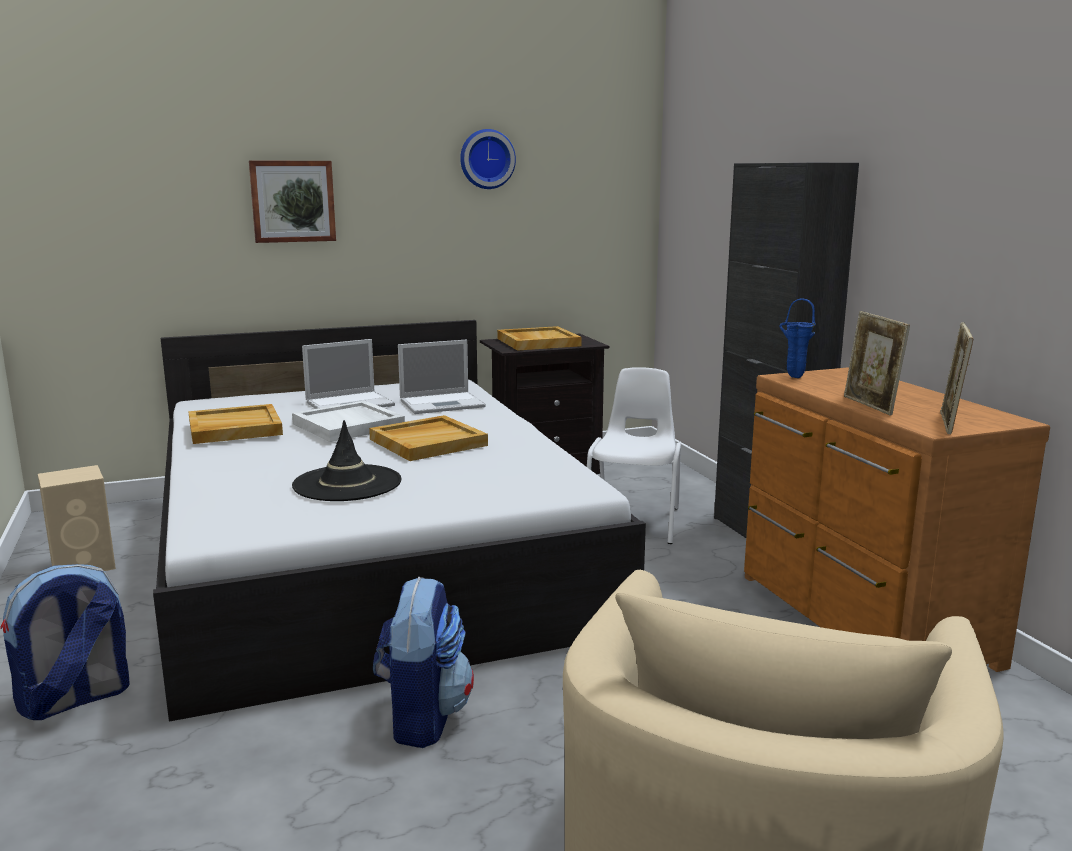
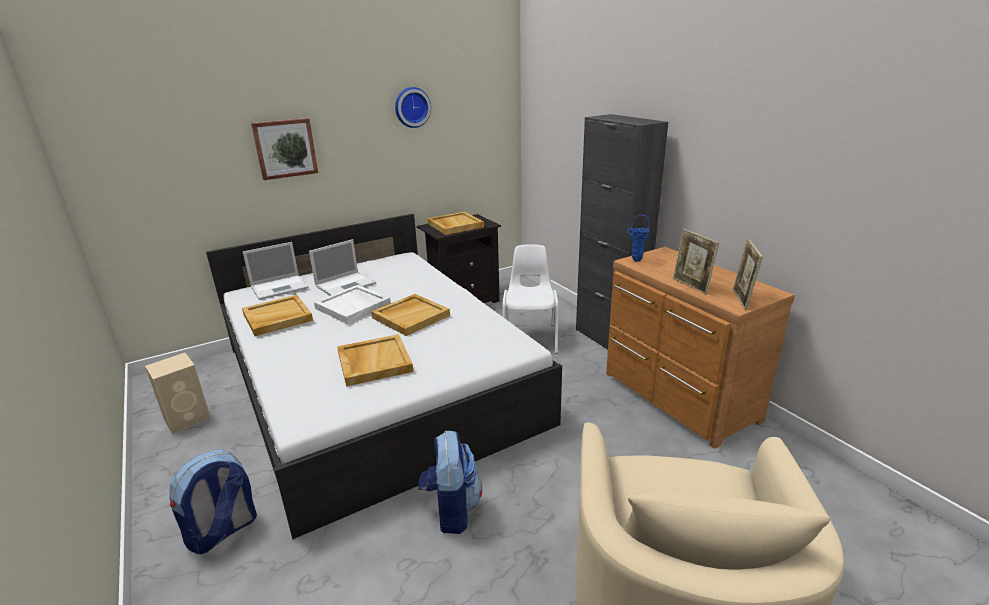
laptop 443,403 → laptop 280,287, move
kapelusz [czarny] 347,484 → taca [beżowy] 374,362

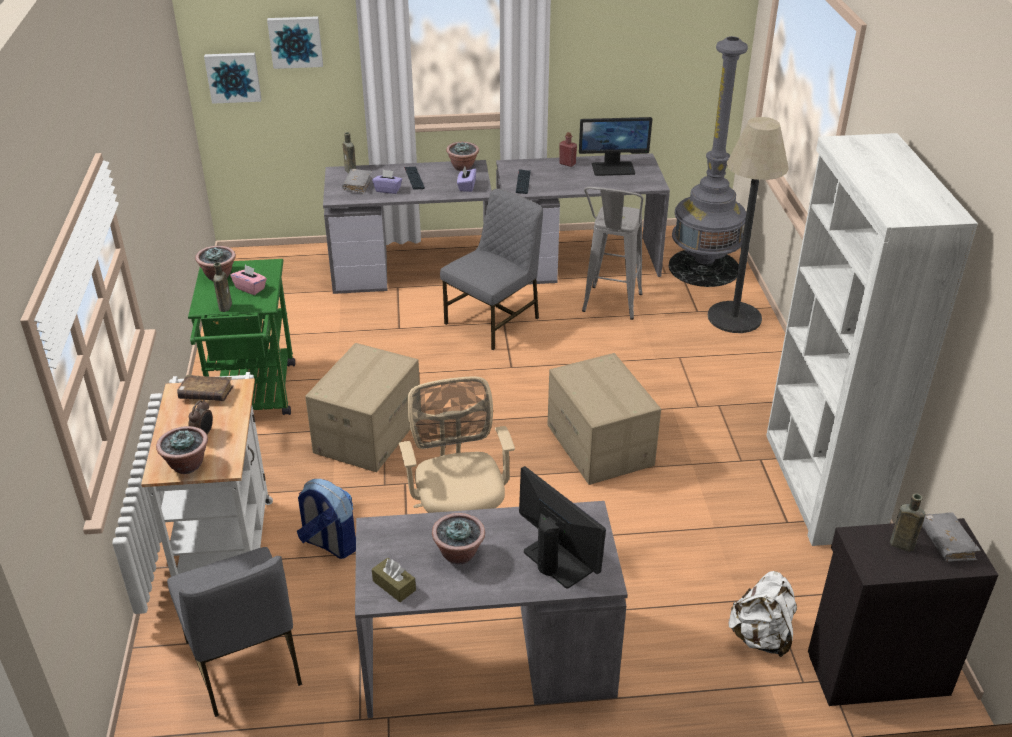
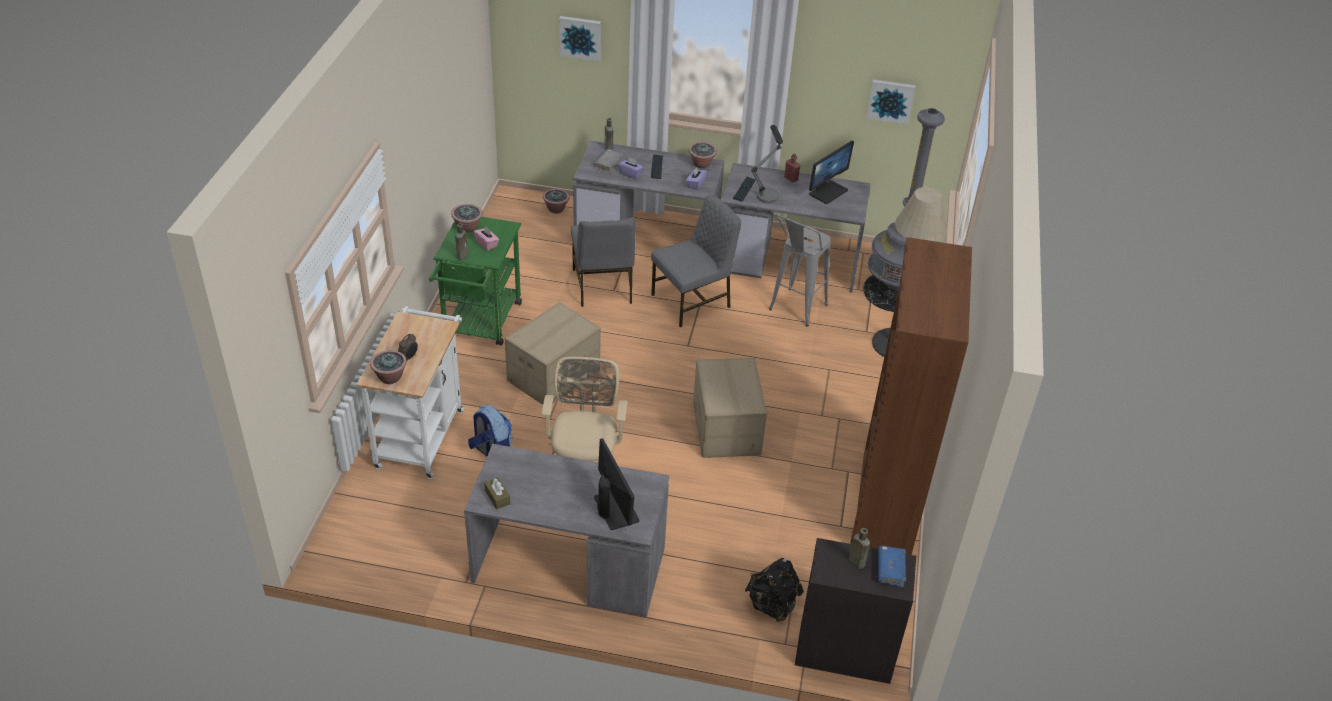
książka [brązowy] 206,394 → -
- → lampa stołowa 767,192
krzesło [szary] 245,663 → krzesło [szary] 603,287, move
obraz 233,77 → obraz 890,100, move
roślina doniczkowa 459,554 → roślina doniczkowa 556,209, move
plecak [biały] 761,637 → plecak [czarny] 772,604
regał [biały] 820,486 → regał [brązowy] 884,505
książka [szary] 946,543 → książka [niebieski] 890,569
monitor 613,168 → monitor 827,191, 60 degrees counterclockwise

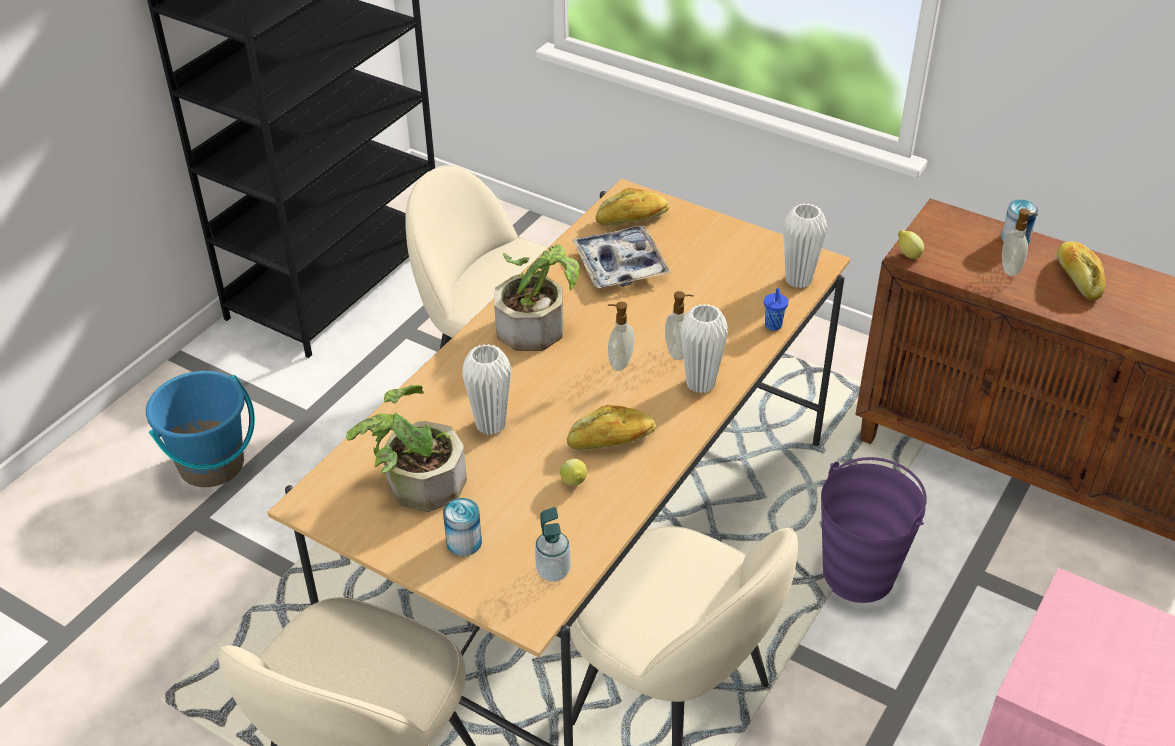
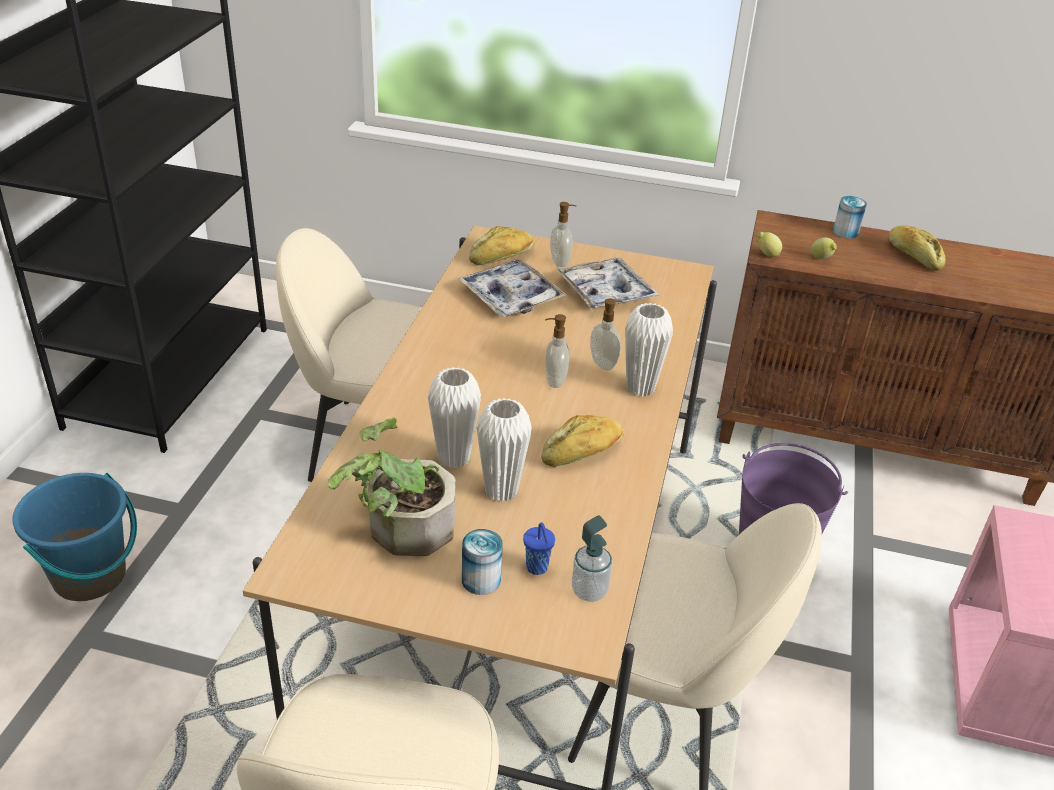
roślina doniczkowa 537,323 → -
- → taca 605,292
cytryna 574,483 → cytryna 821,259, move
filiżanka [niebieski] 773,326 → filiżanka [niebieski] 537,568, move
wazon [biały] 798,280 → wazon [biały] 501,490, move
dozownik mydła 1011,269 → dozownik mydła 561,262, move

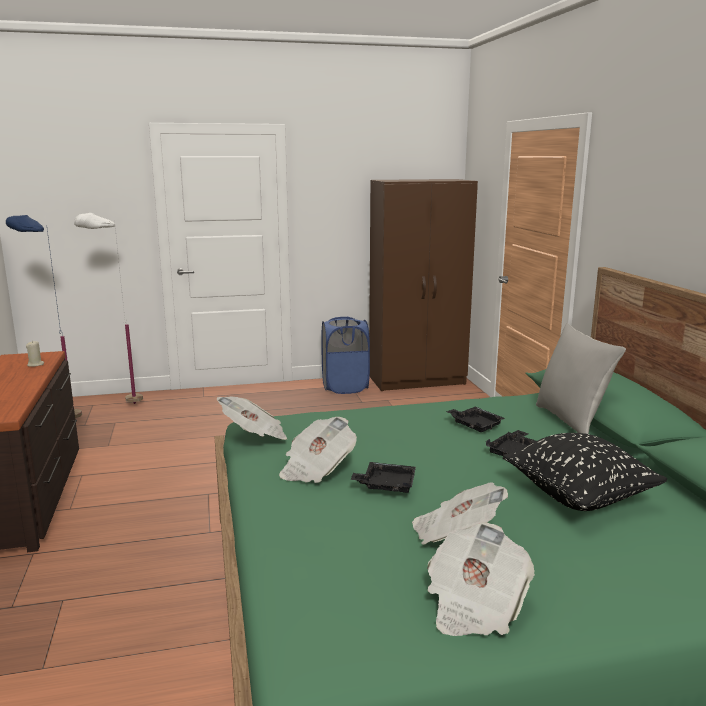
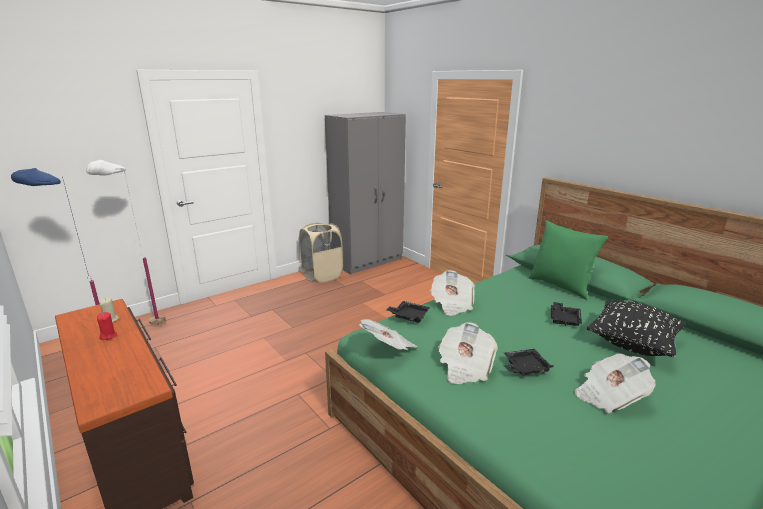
- → świeca [czerwony] 108,336
gazeta 474,605 → gazeta 452,304, move
taca [czarny] 475,425 → taca [czarny] 409,316, move
kosz na pranie [niebieski] 345,387 → kosz na pranie [beżowy] 322,276
szafa [brązowy] 418,380 → szafa [szary] 368,261
poduszka [szary] 571,420 → poduszka [zielony] 560,285

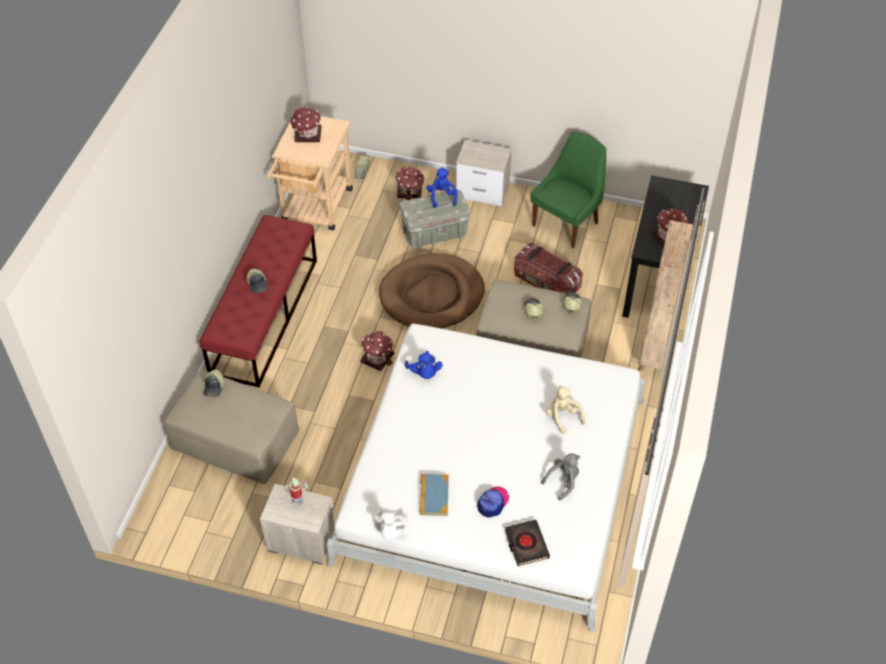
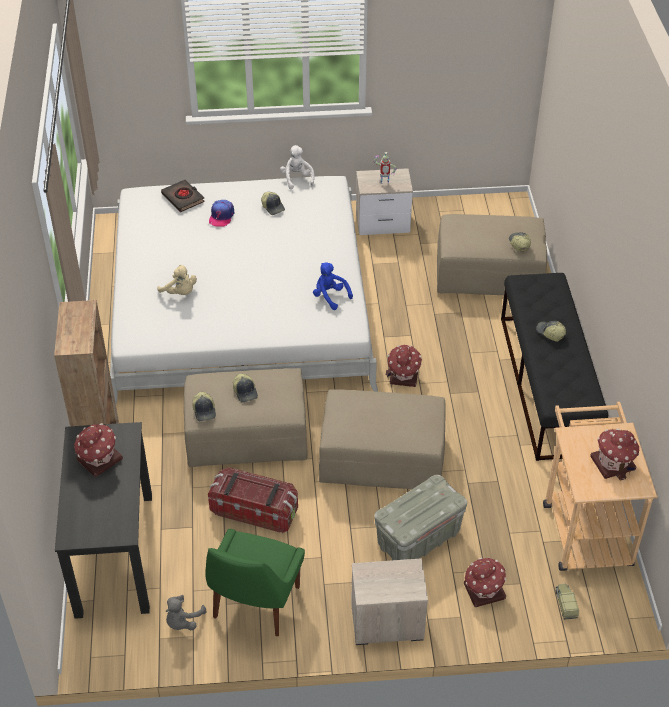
pluszak [niebieski] 442,197 → -
pluszak [szary] 563,481 → pluszak [szary] 183,621, move
legowisko [brązowy] 432,295 → pufa [beżowy] 381,457
książka 434,496 → czapka z daszkiem 273,207
ławka [czerwony] 264,316 → ławka [czarny] 546,385

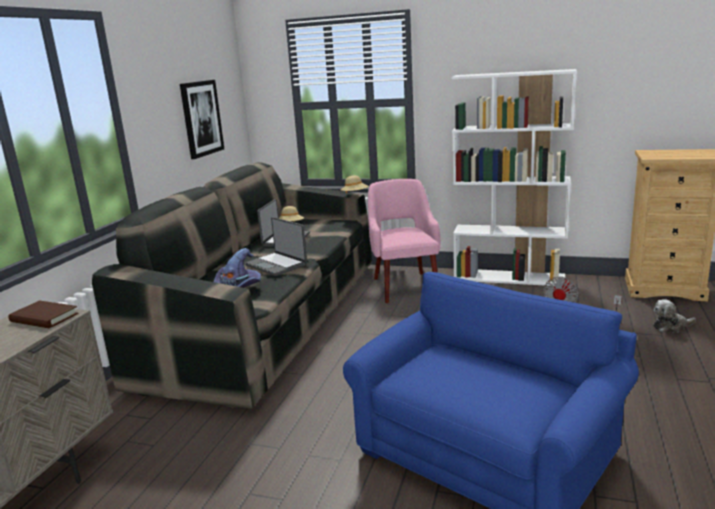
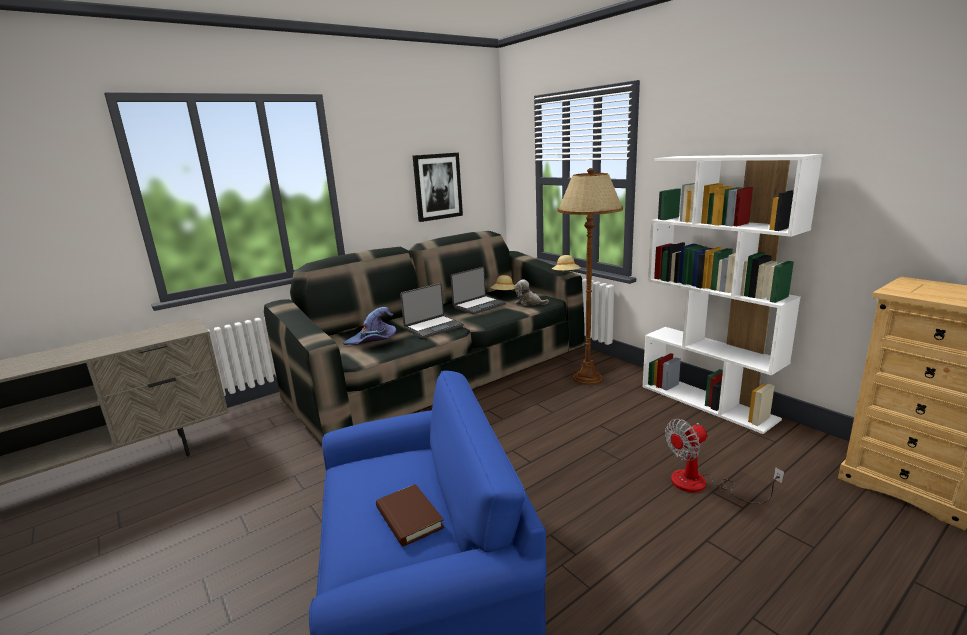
książka [brązowy] 44,318 → książka [brązowy] 409,518, move
pluszak 671,326 → pluszak 529,303, move
fotel [różowy] 405,286 → lampa stojąca [brązowy] 587,378
laptop 277,265 → laptop 433,327, 120 degrees counterclockwise

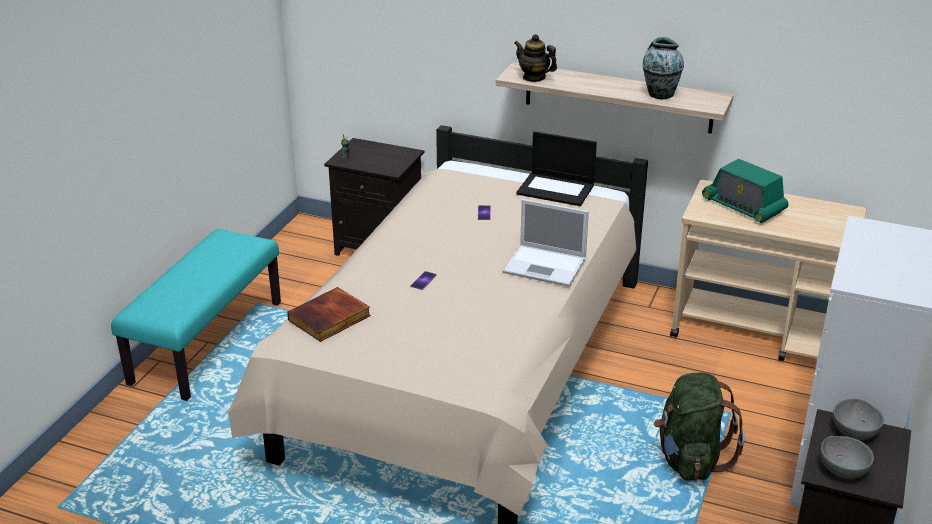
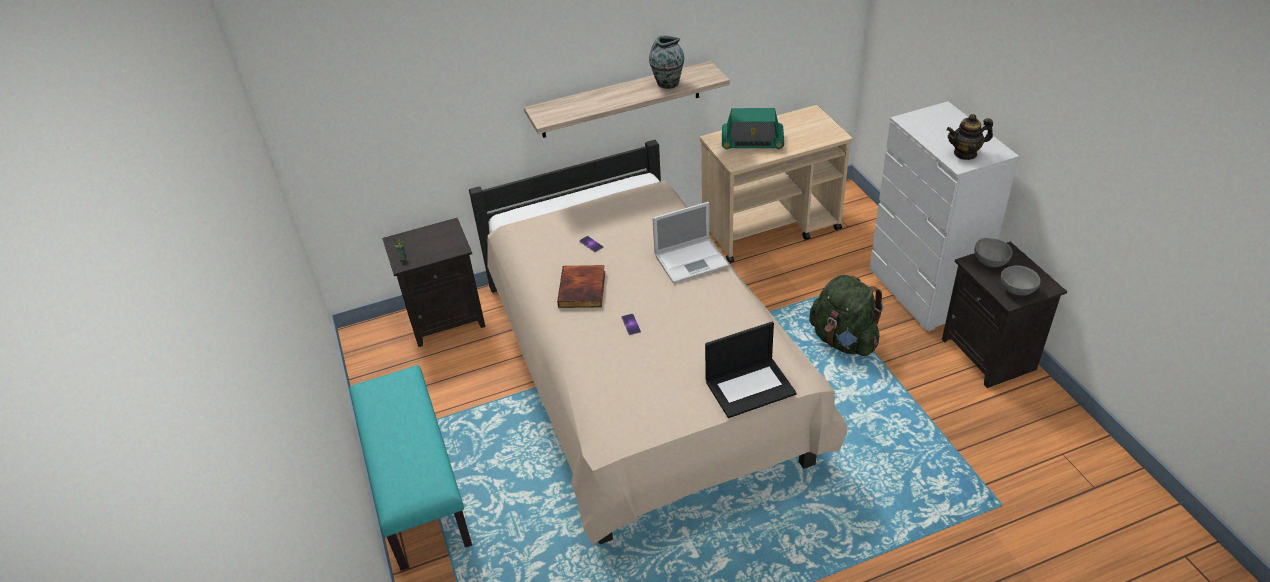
książka 330,319 → książka 583,289, move
imbryk 534,78 → imbryk 965,153, move
laptop 556,189 → laptop 750,386, move

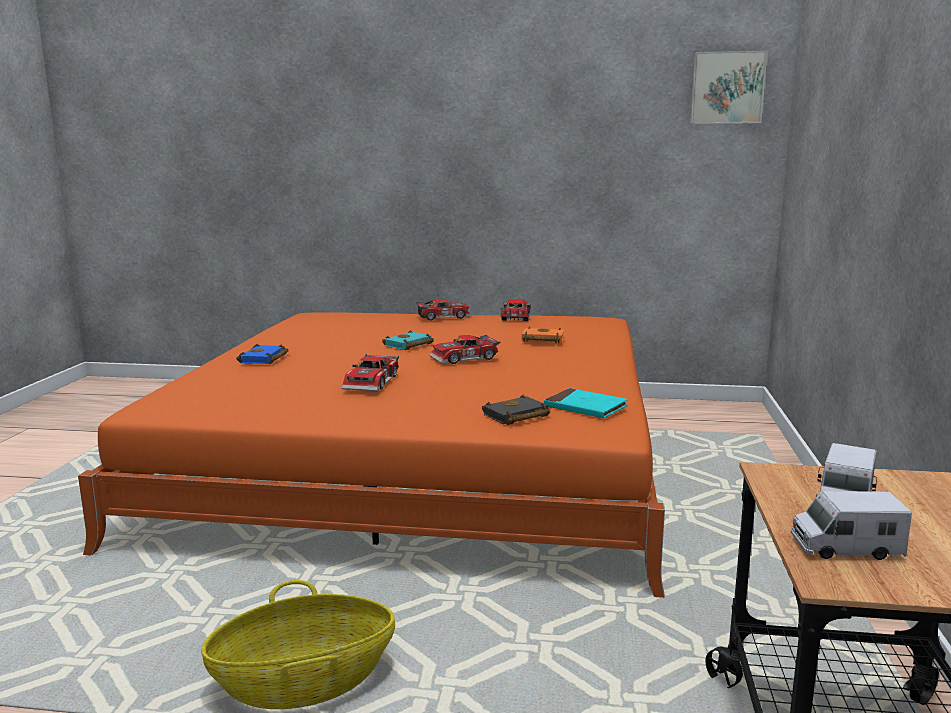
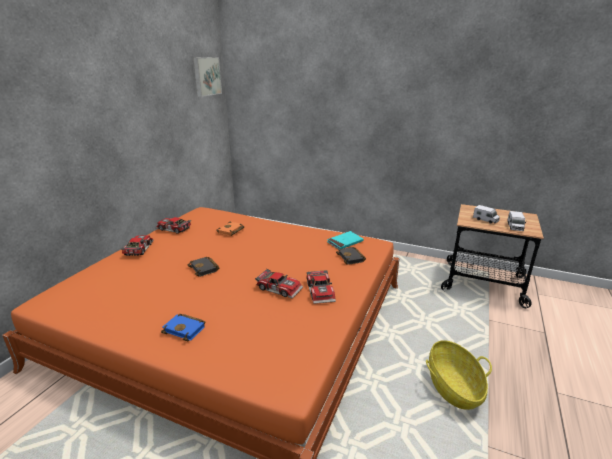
samochodzik 465,358 → samochodzik 321,291, move
książka [turkusowy] 408,345 → książka [czarny] 205,269

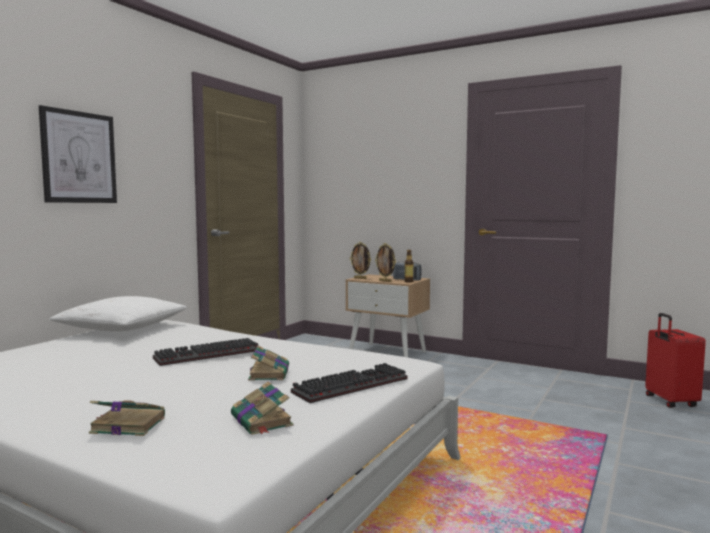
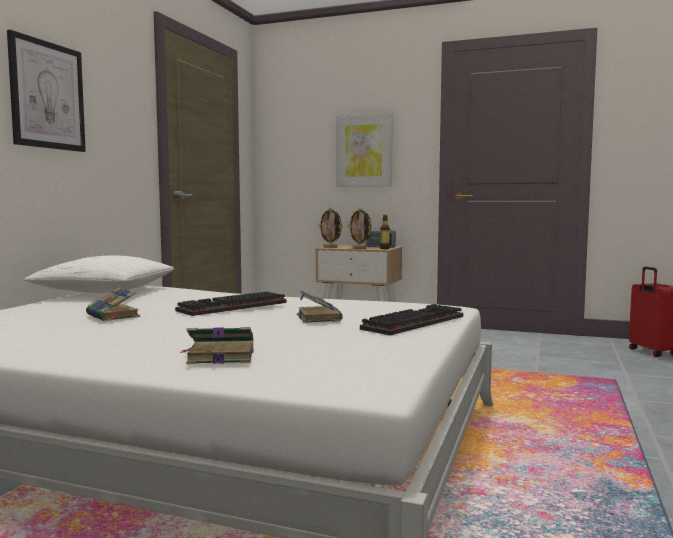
- → obraz 364,151
książka 262,421 → książka 113,316, move

